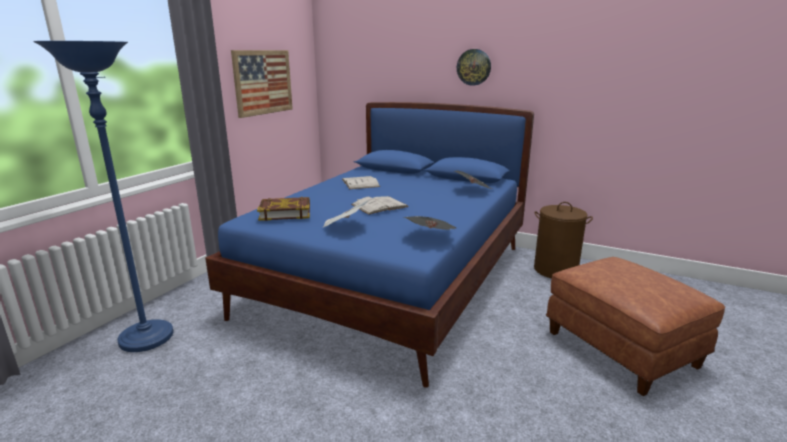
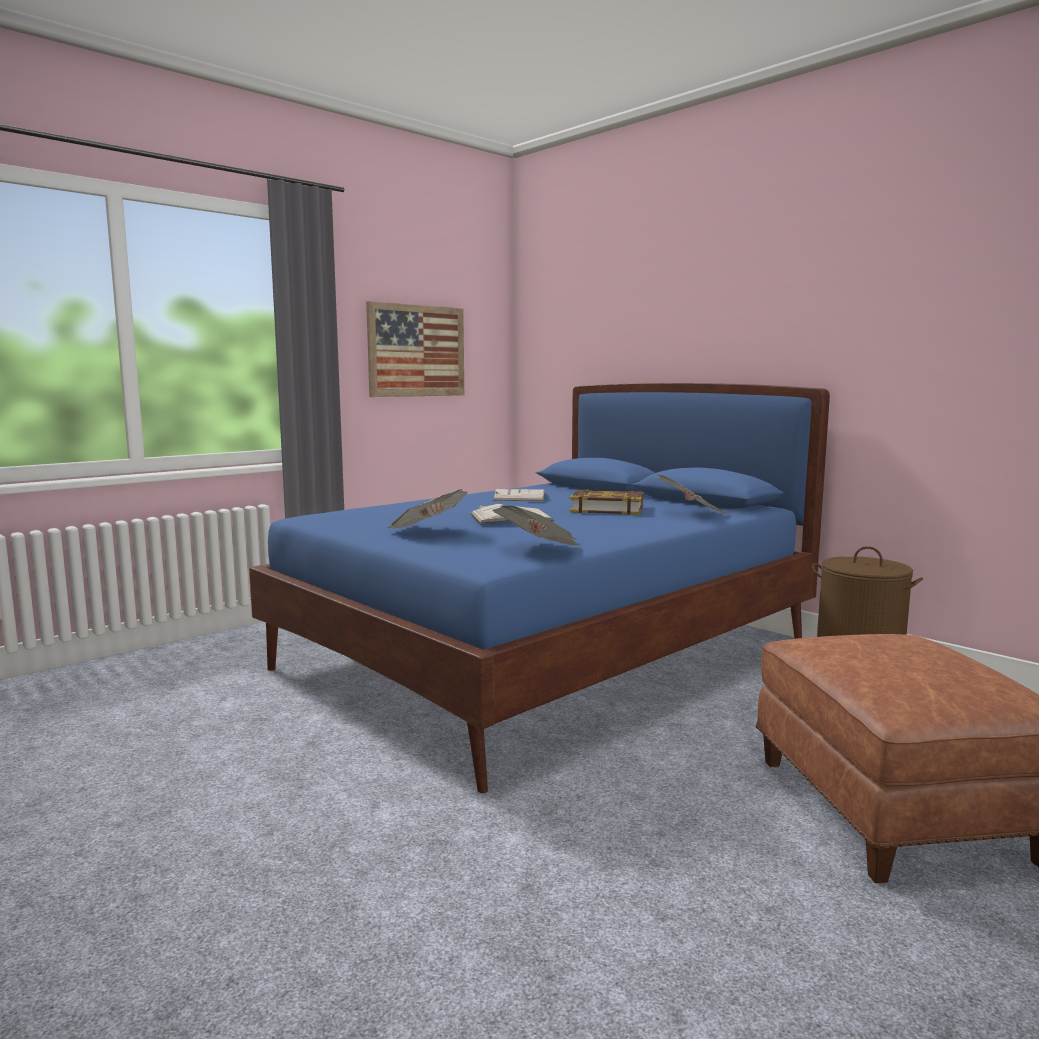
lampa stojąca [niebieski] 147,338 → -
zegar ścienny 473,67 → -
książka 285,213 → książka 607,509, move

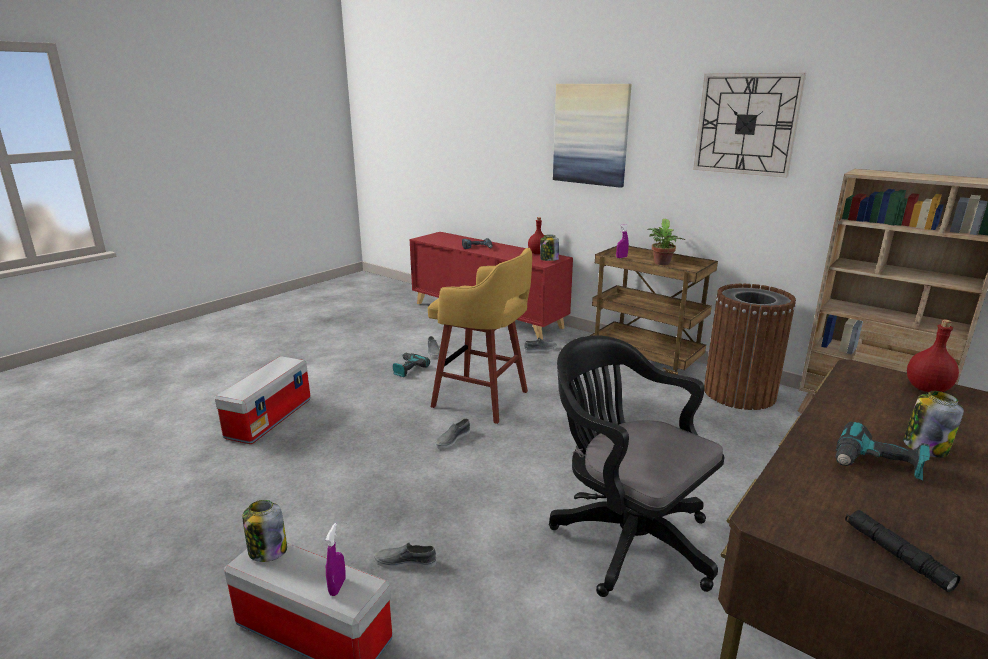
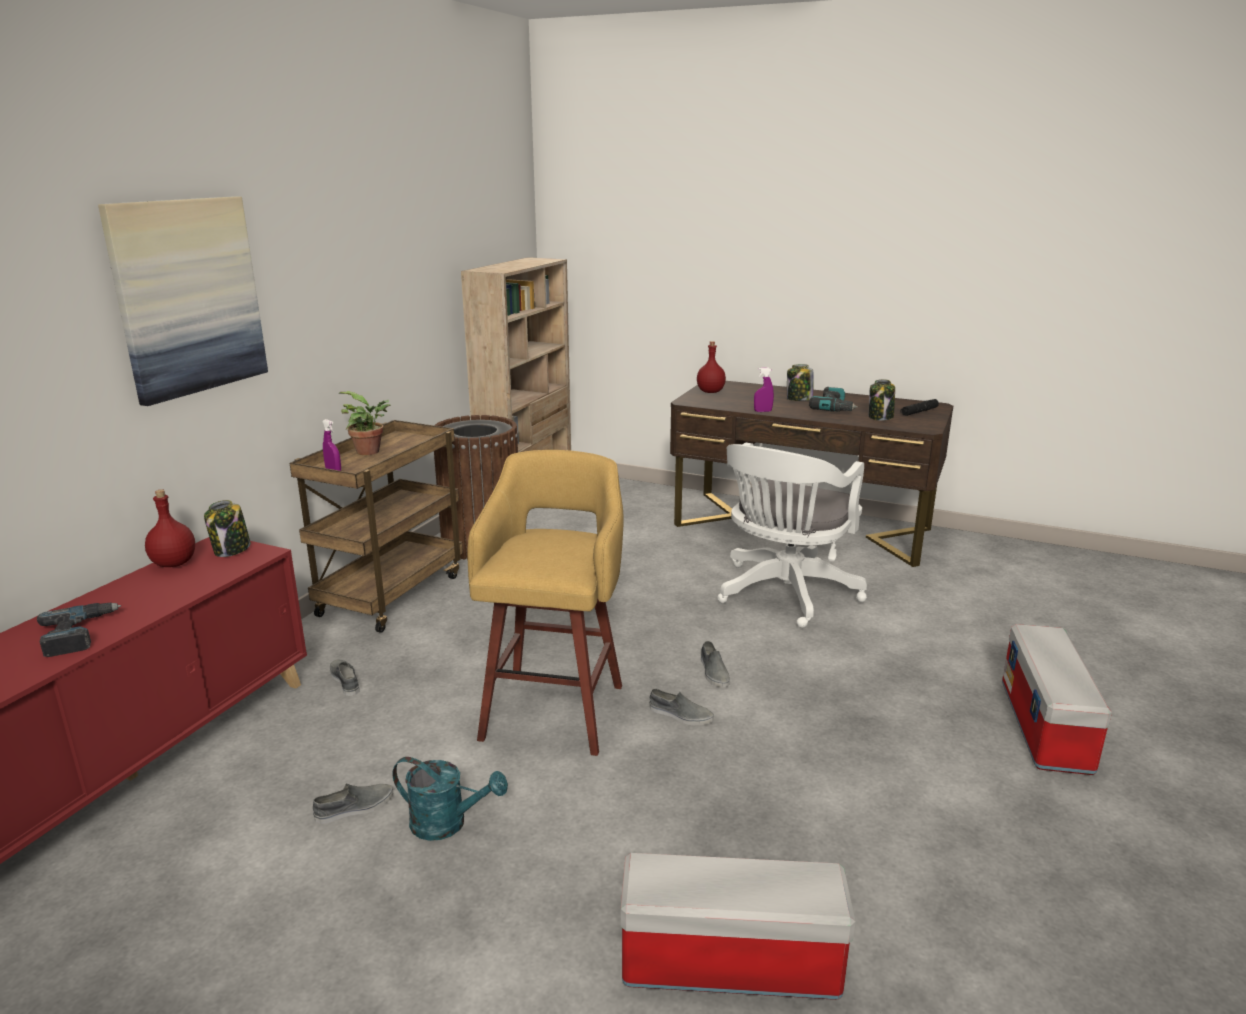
zegar ścienny 746,124 → -
słoik 267,550 → słoik 880,417, move
spryskiwacz [fioletowy] 337,587 → spryskiwacz [fioletowy] 762,411, move
but [szary] 405,561 → but [szary] 713,672, move
wiertarka 407,369 → konewka [turkusowy] 448,824
krzesło biurowe [czarny] 625,537 → krzesło biurowe [biały] 784,595

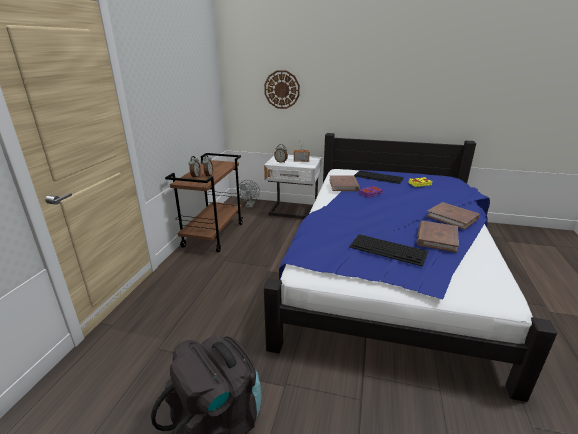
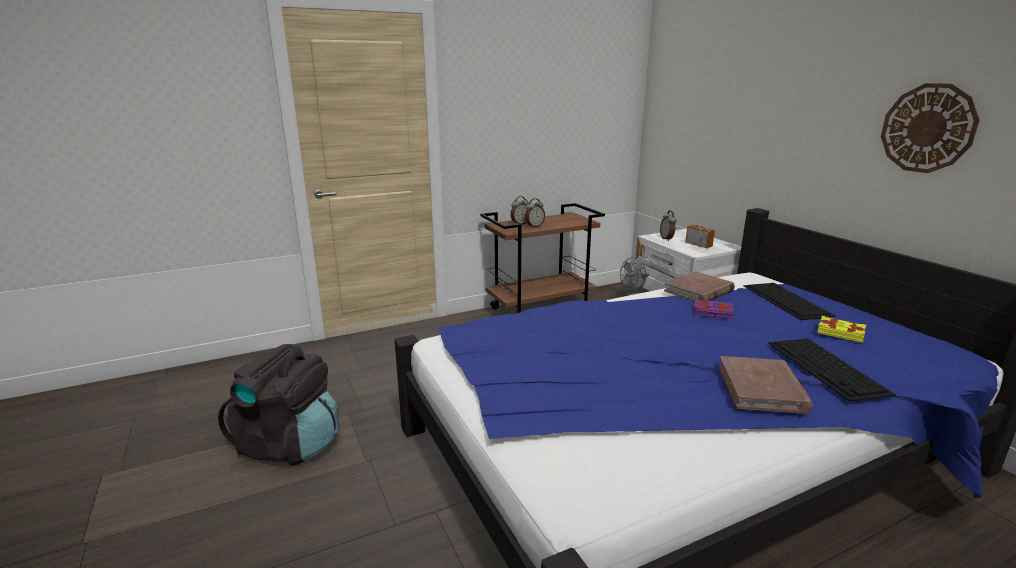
książka [brązowy] 436,238 → -
zegar ścienny 282,89 → zegar ścienny 927,128, move
klawiatura 389,249 → klawiatura 827,367, move

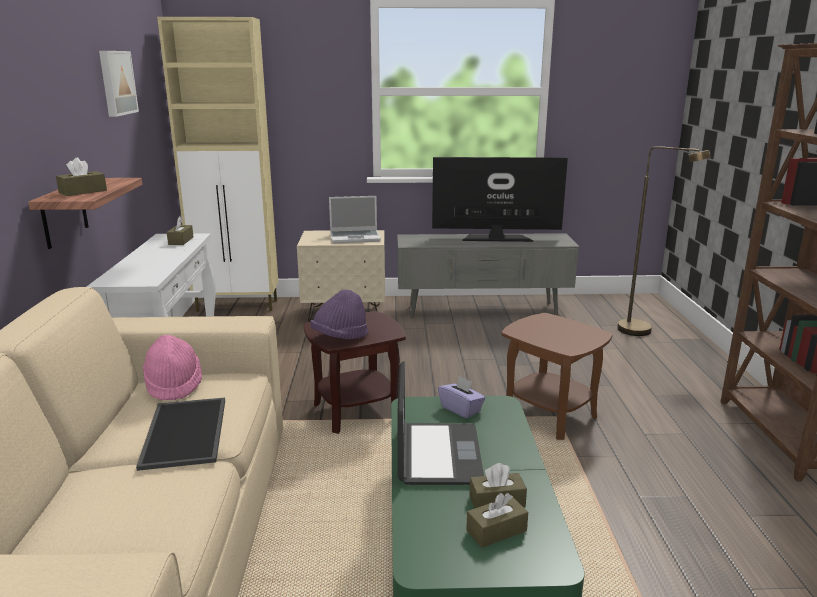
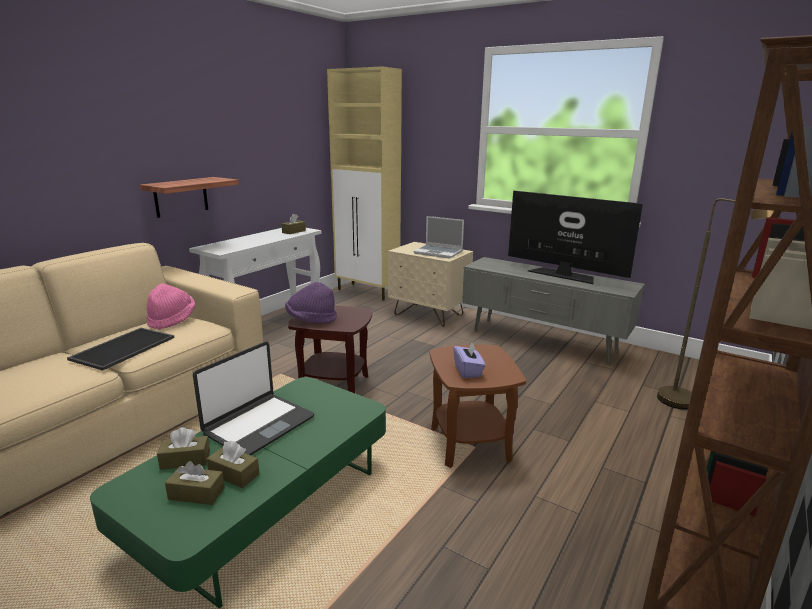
obraz 116,83 → -
pudełko chusteczek [brązowy] 83,192 → pudełko chusteczek [brązowy] 185,460, move
pudełko chusteczek [fioletowy] 461,409 → pudełko chusteczek [fioletowy] 468,371, move

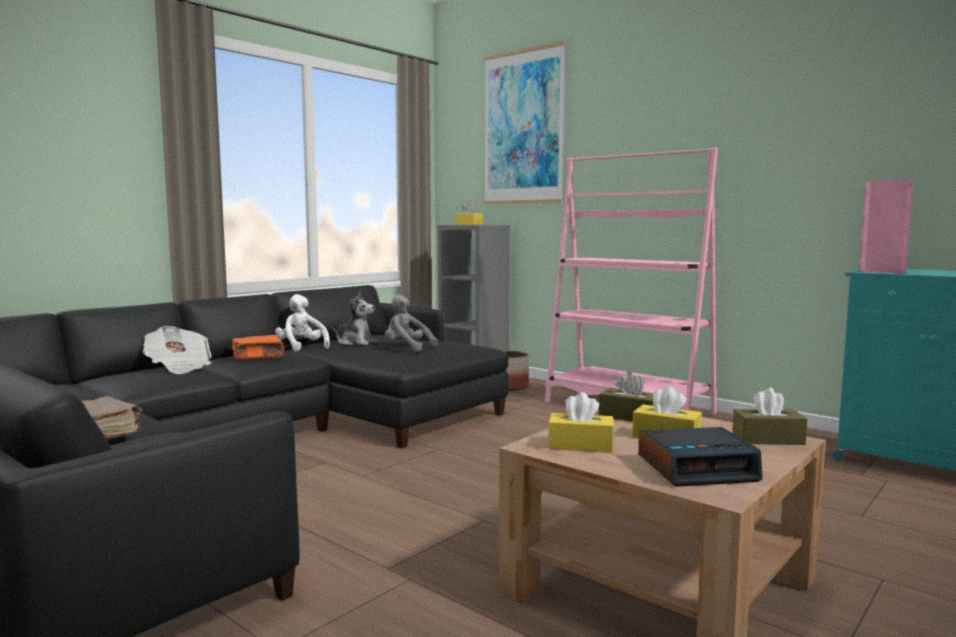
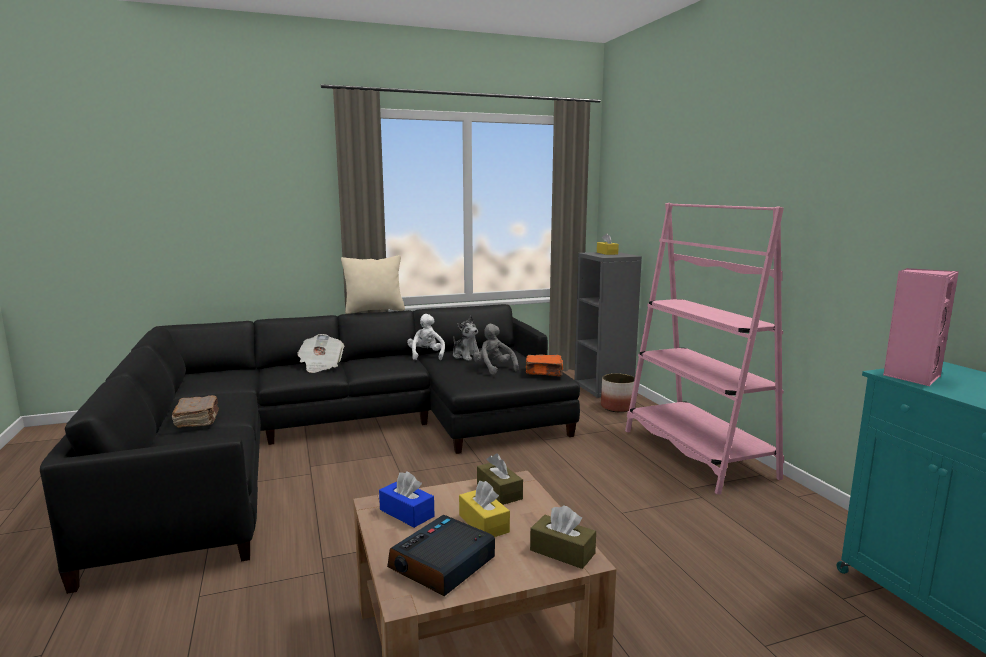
obraz 523,127 → -
- → poduszka [beżowy] 374,310
książka [pomarańczowy] 259,357 → książka [pomarańczowy] 544,372, move
pudełko chusteczek [żółty] 580,445 → pudełko chusteczek [niebieski] 406,513
budzik 697,468 → budzik 442,565, 105 degrees clockwise

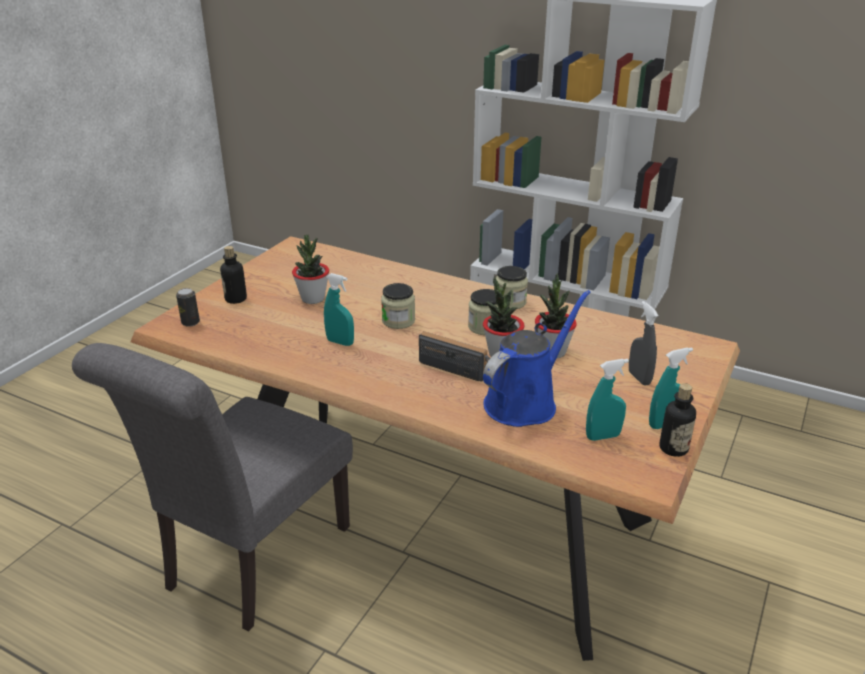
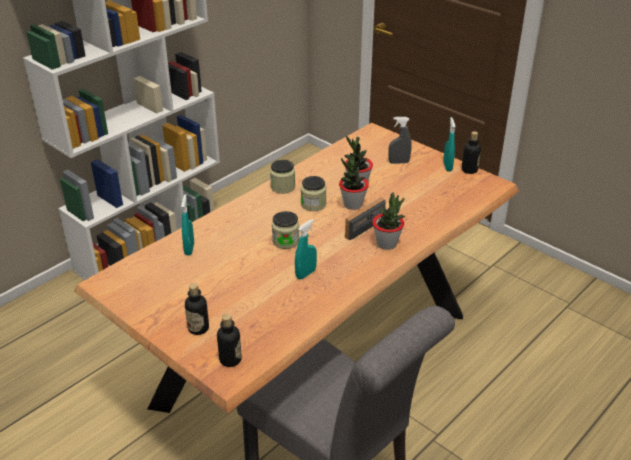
konewka [niebieski] 525,402 → -
roślina doniczkowa 313,299 → roślina doniczkowa 387,244, move
spryskiwacz [turkusowy] 603,436 → spryskiwacz [turkusowy] 189,249, move
puszka 190,322 → butelka 230,359

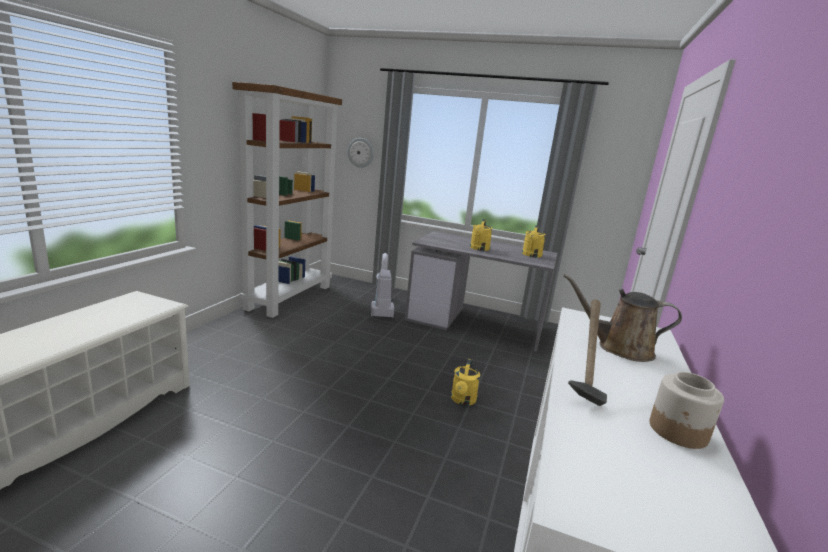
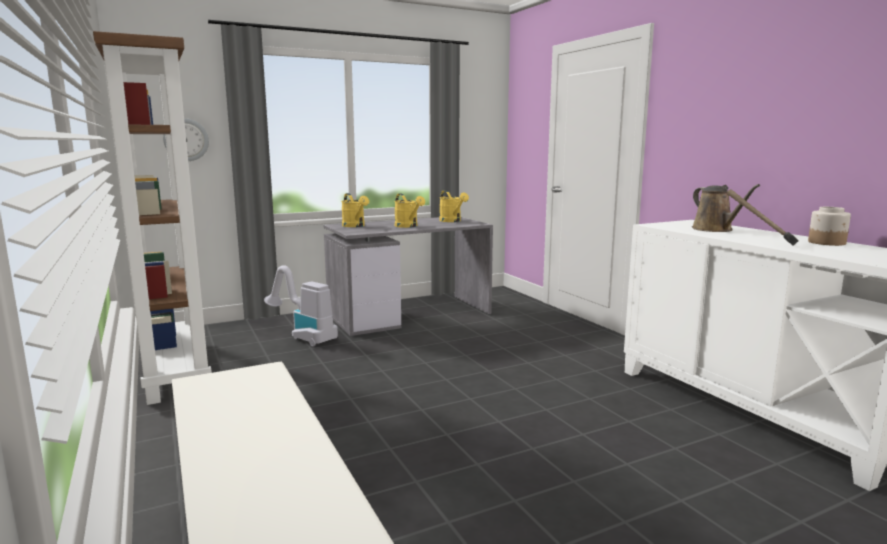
konewka [żółty] 463,400 → konewka [żółty] 355,226, move
konewka [brązowy] 619,348 → konewka [brązowy] 715,229, 75 degrees counterclockwise

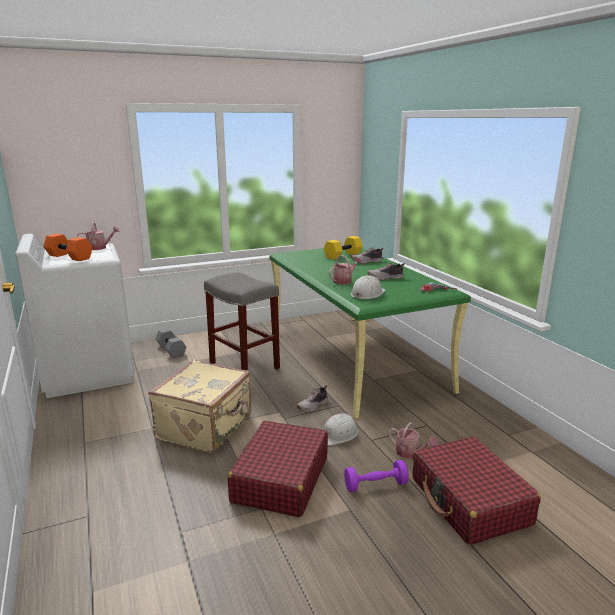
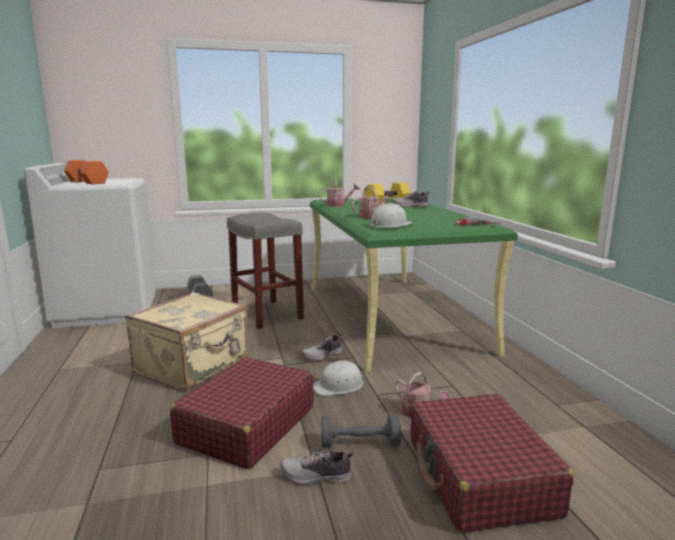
konewka 100,248 → konewka 338,205, move
but 385,278 → but 316,476, move
hantel [fioletowy] 375,485 → hantel [szary] 360,444

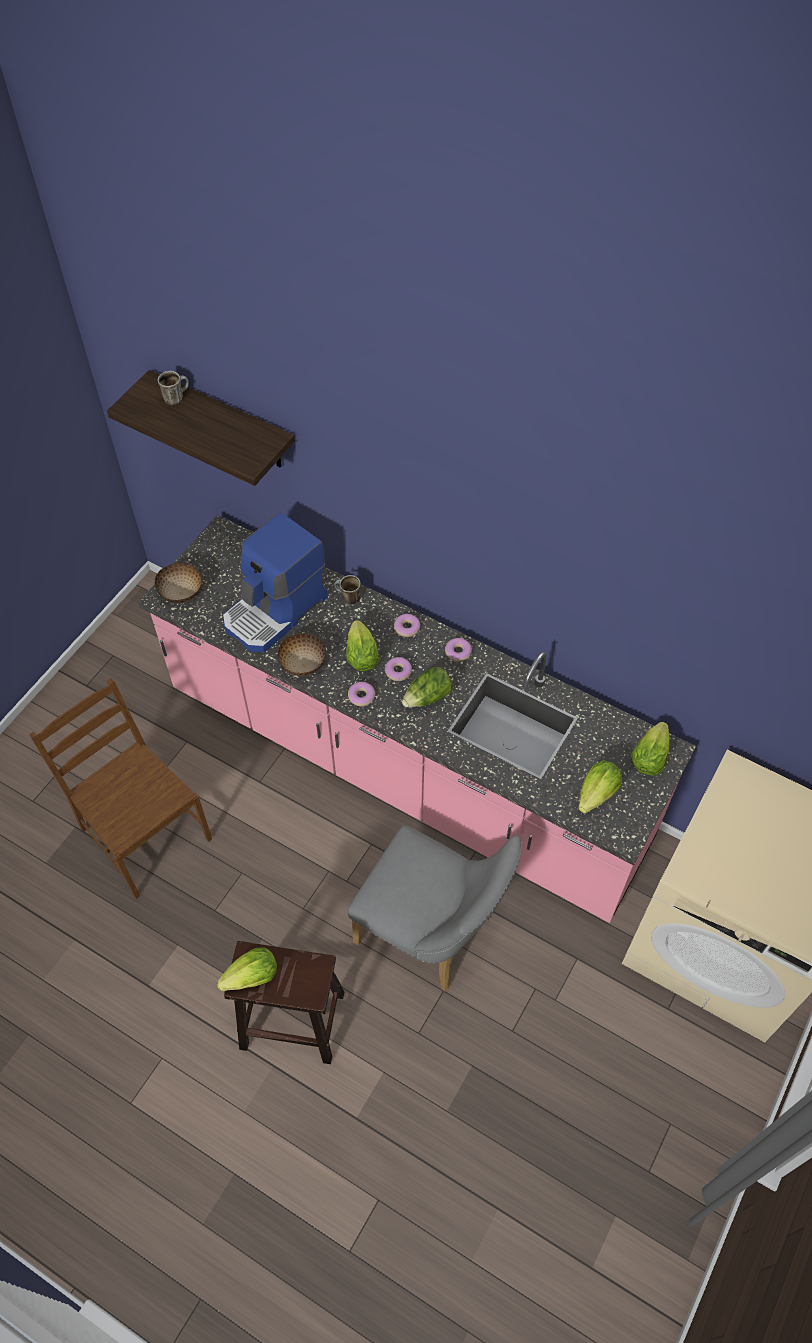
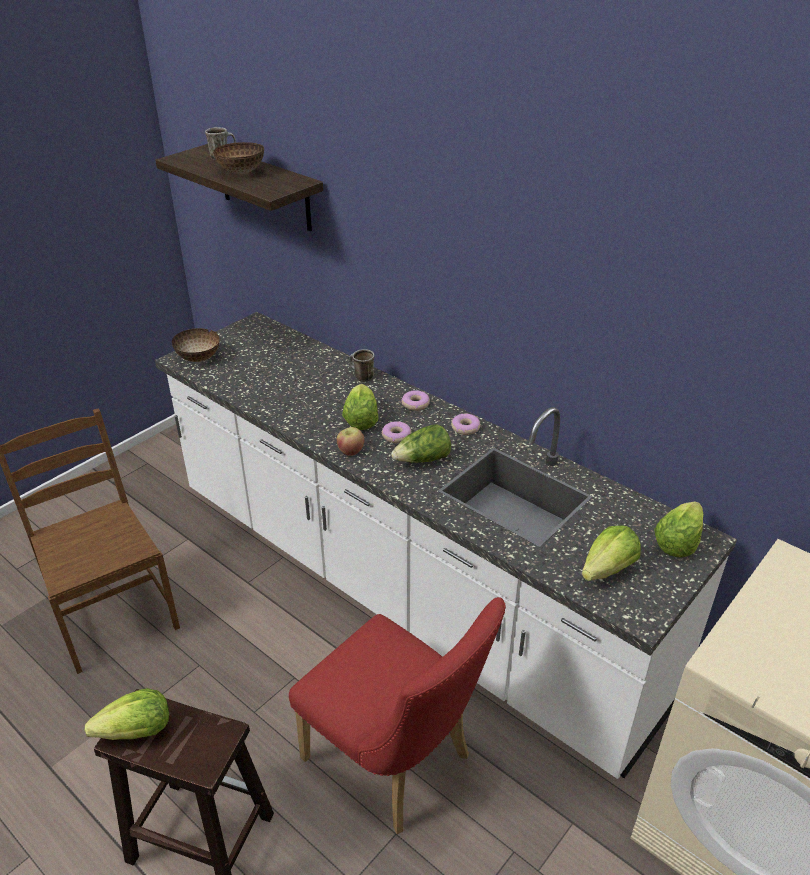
ekspres do kawy 275,611 → -
miska 303,664 → miska 241,172, move
donut 361,696 → jabłko 350,451
zabudowa kuchenna [różowy] 406,767 → zabudowa kuchenna [biały] 405,590
krzesło [szary] 432,934 → krzesło [czerwony] 396,764

